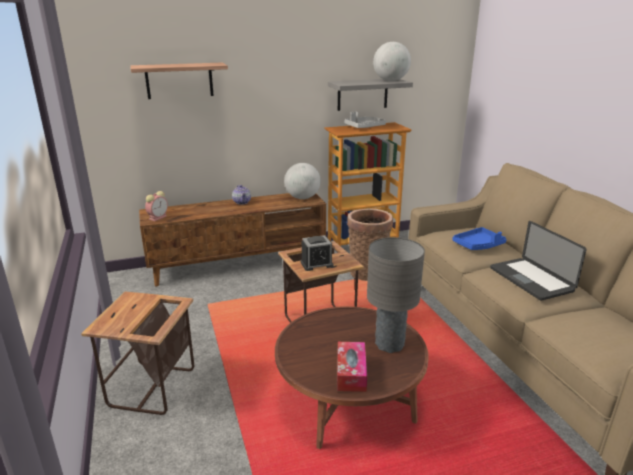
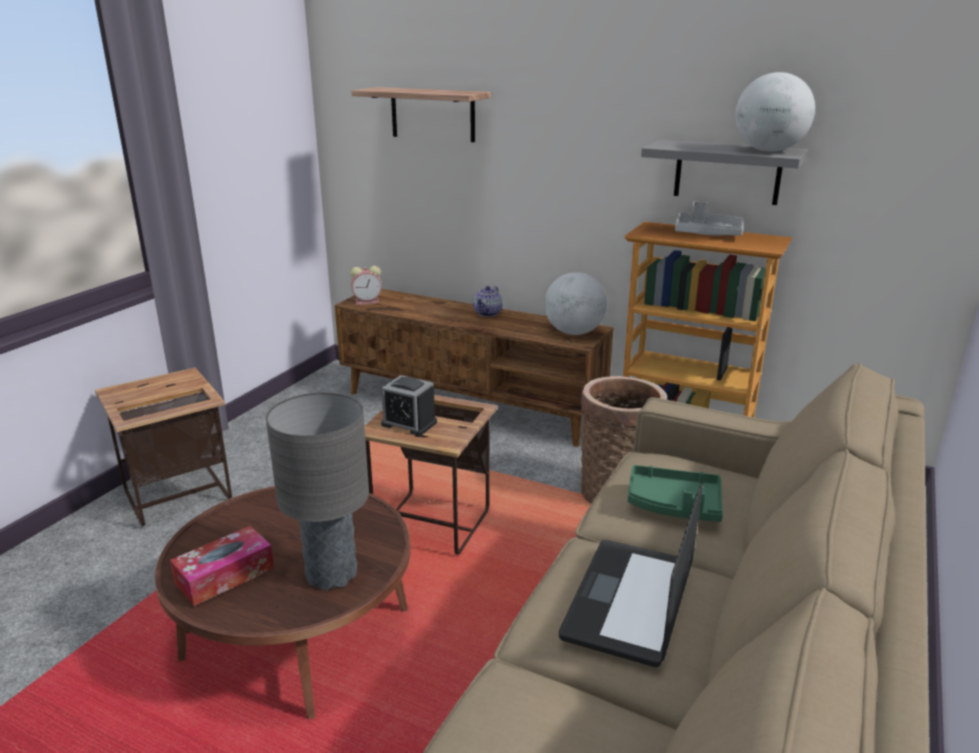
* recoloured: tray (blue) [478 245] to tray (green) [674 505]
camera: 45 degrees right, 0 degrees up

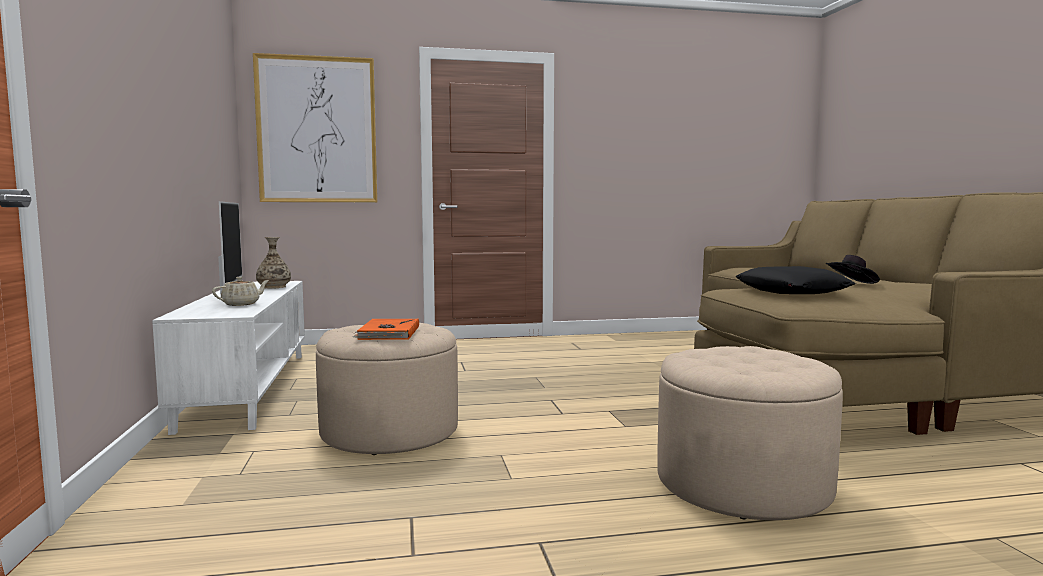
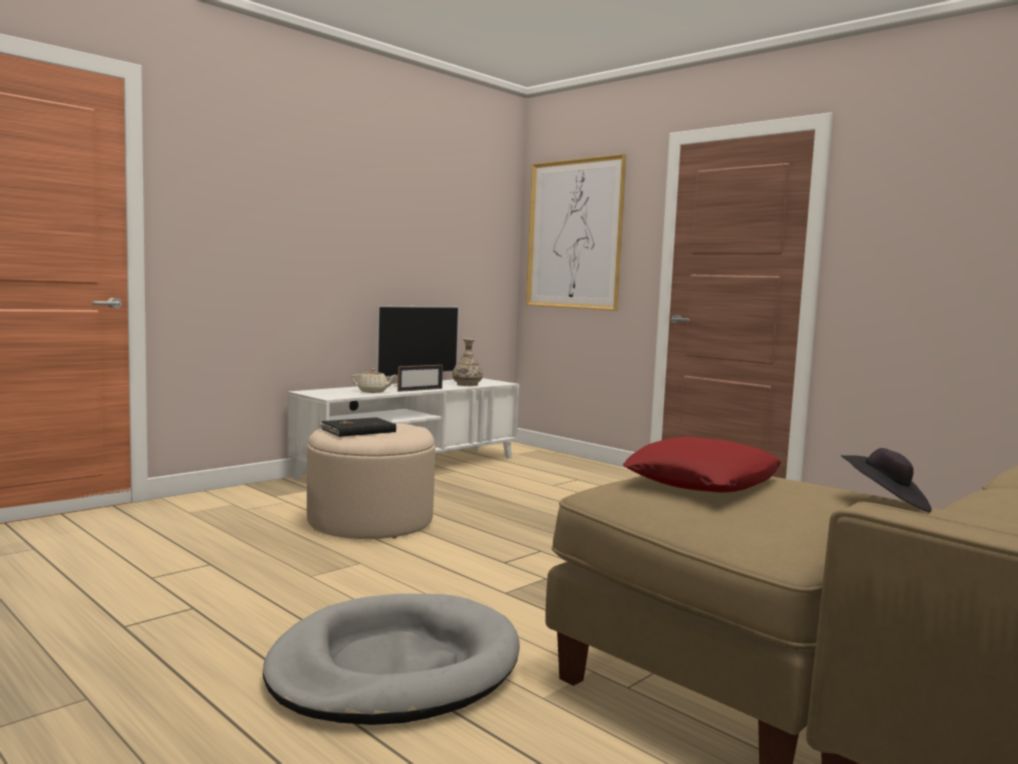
* added: picture frame [420 390]
* replaced: ottoman (beige) [742 484] to dog bed (grey) [394 667]
* recoloured: book (orange) [388 333] to book (black) [357 430]
* recoloured: pillow (black) [791 291] to pillow (red) [702 481]
camera: 55 degrees right, 0 degrees up

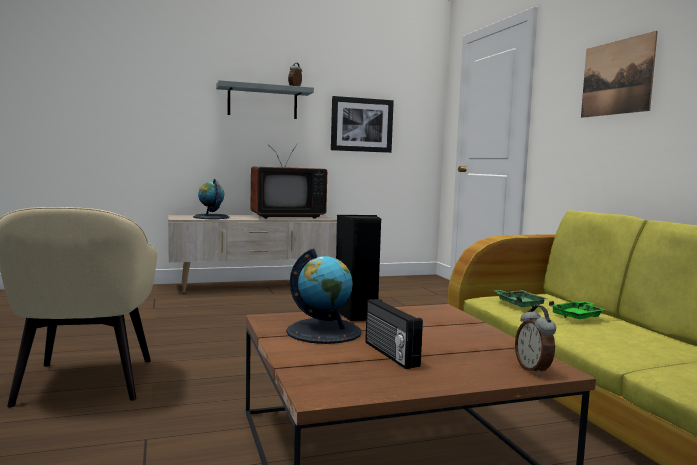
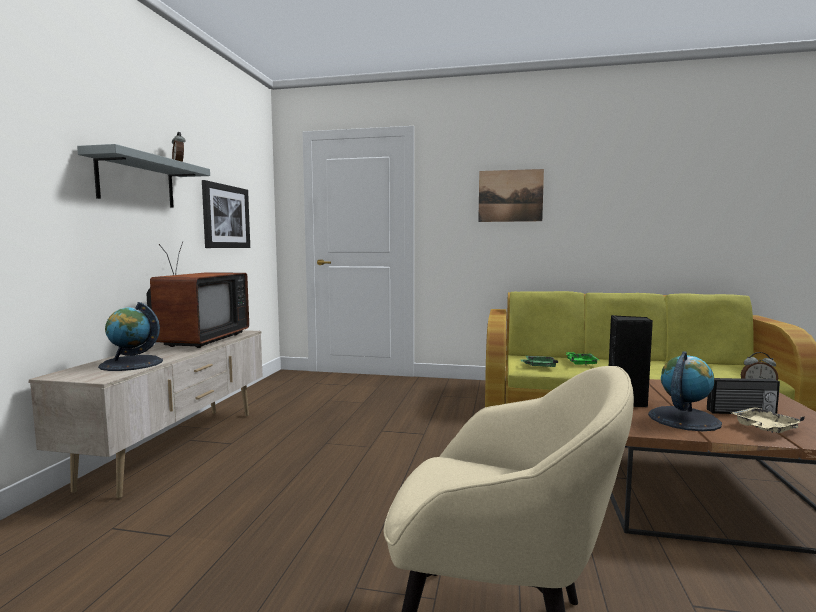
* added: tray (beige) [764 428]
camera: 60 degrees left, 0 degrees up

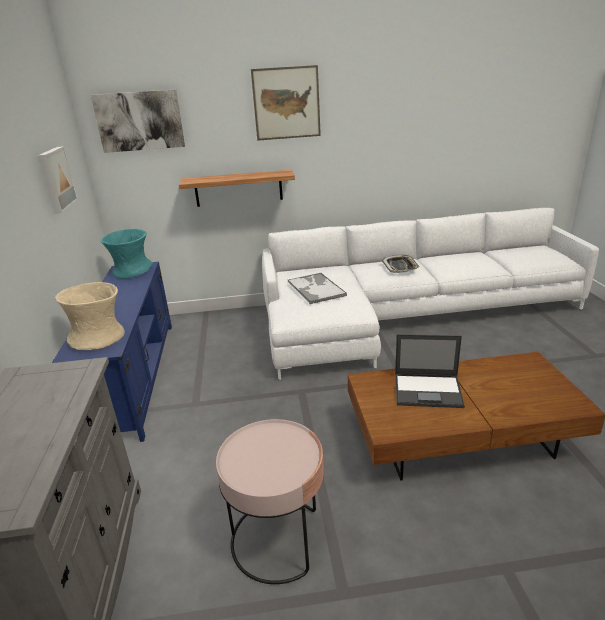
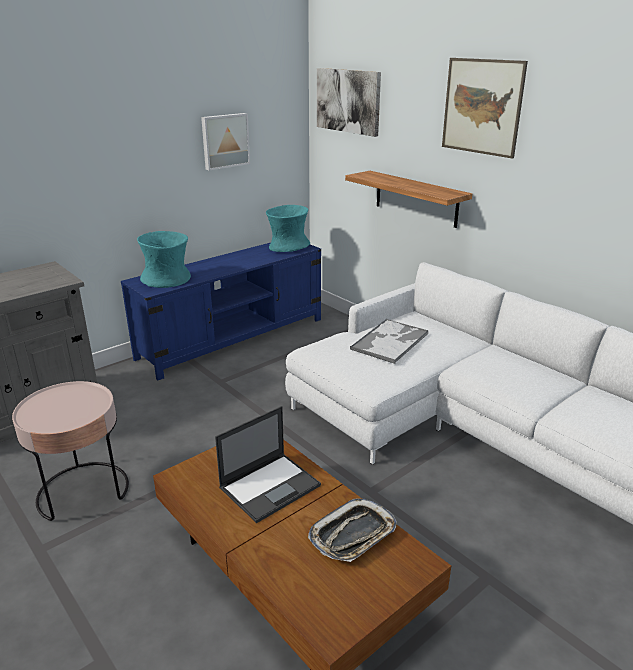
* moved: tray [400 267] to [353 535]
* recoloured: vase (beige) [99 337] to vase (turquoise) [167 280]
* turned: laptop [428 390] = [270 486] 105 degrees counterclockwise
camera: 55 degrees right, 0 degrees up

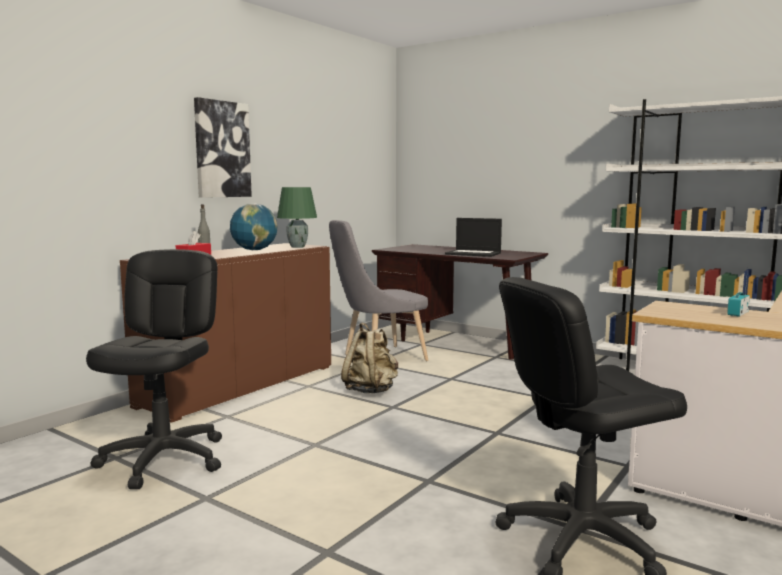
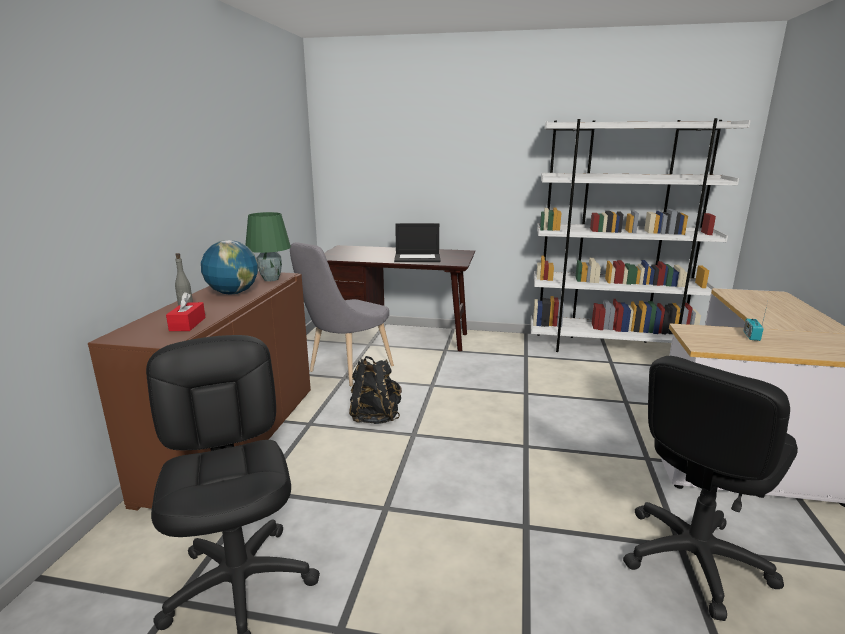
* removed: picture [222 149]
* recoloured: backpack (beige) [371 390] to backpack (black) [375 417]
camera: 25 degrees left, 10 degrees up

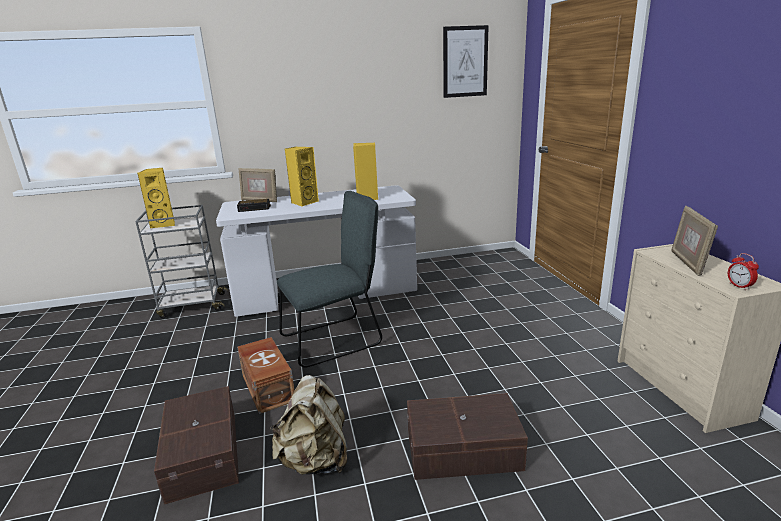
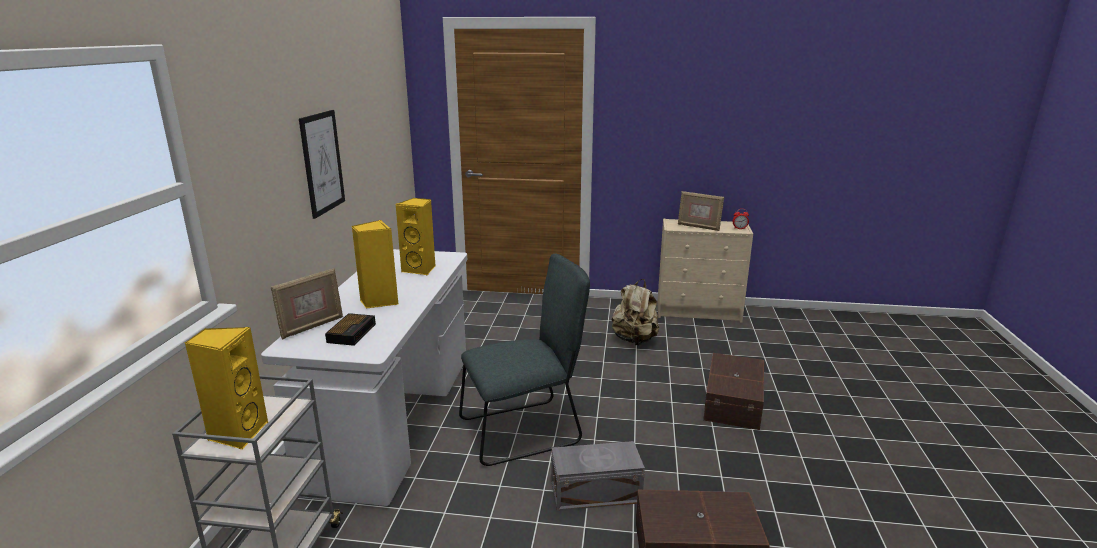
* moved: backpack (beige) [315 460] to [634 340]
* moved: picture [465 62] to [322 163]
* recoloured: storage box (brown) [268 387] to storage box (grey) [594 491]
* turned: chair (grey) [335 339] = [525 430] 75 degrees clockwise
camera: 70 degrees left, 0 degrees up

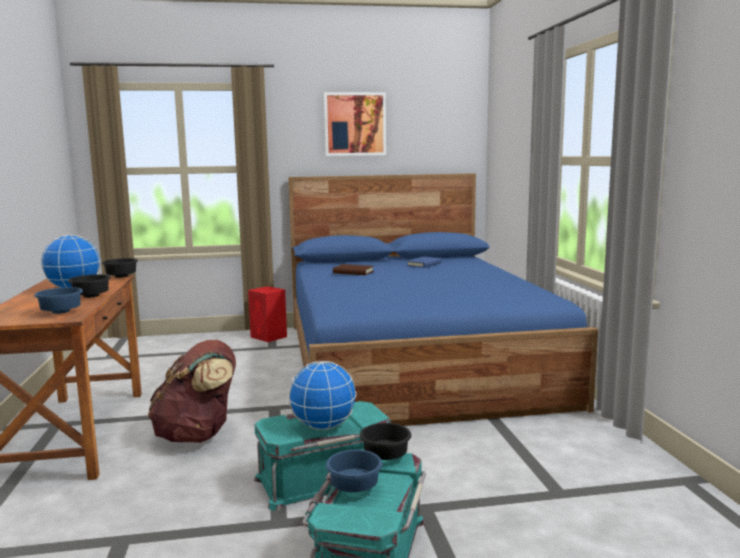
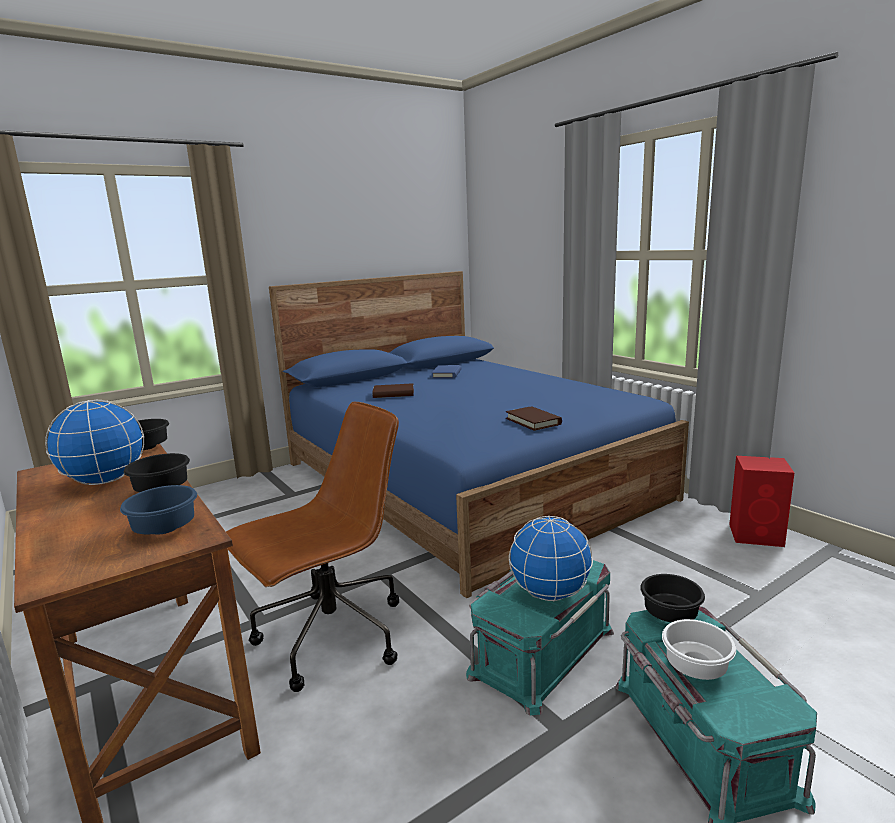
* removed: picture [355 124]
* added: book (brown) [533 421]
* moved: speaker (red) [269 337] to [757 535]
* replaced: backpack (brown) [198 435] to office chair (brown) [330 638]
* recoloured: bowl (blue) [355 488] to bowl (white) [698 669]
camera: 25 degrees left, 5 degrees up

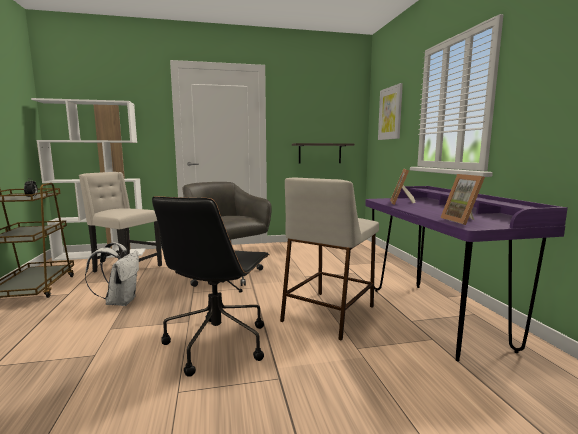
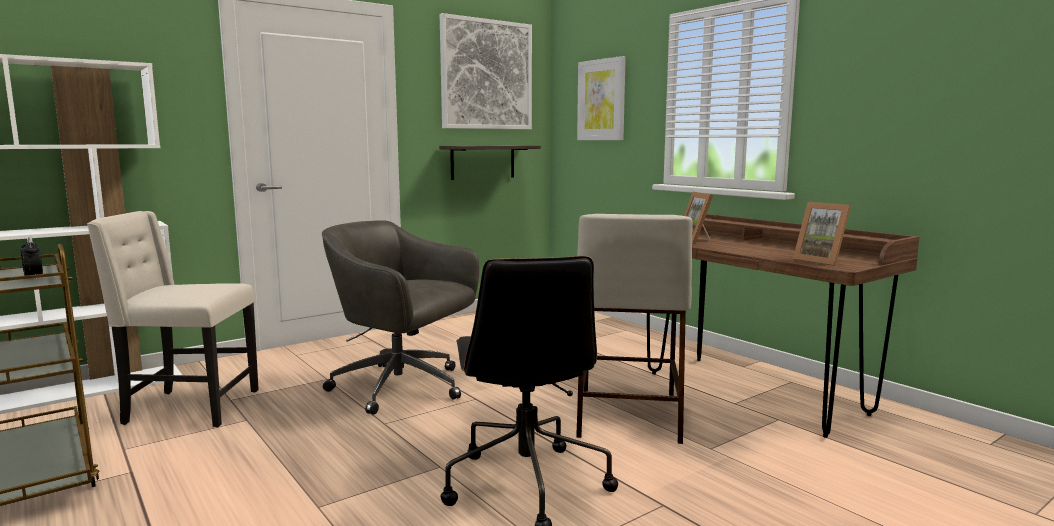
* removed: backpack (white) [120 301]
* added: picture [486 75]
* recoloured: desk (purple) [434 316] to desk (brown) [753 392]
camera: 25 degrees left, 0 degrees up

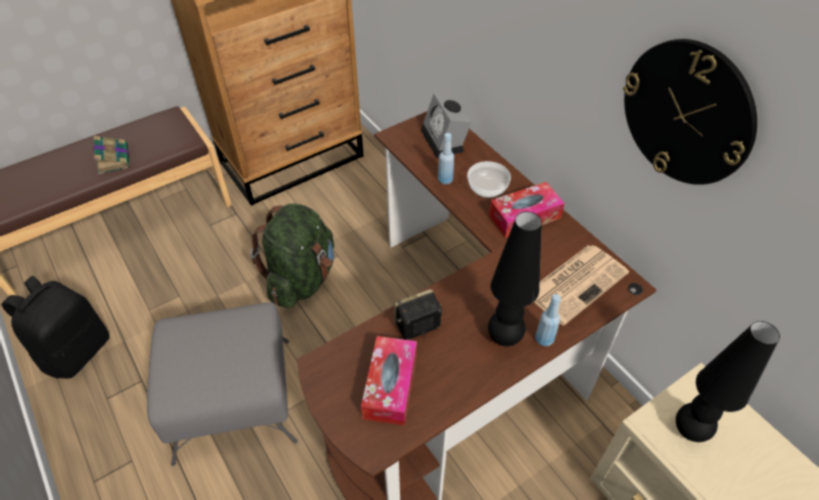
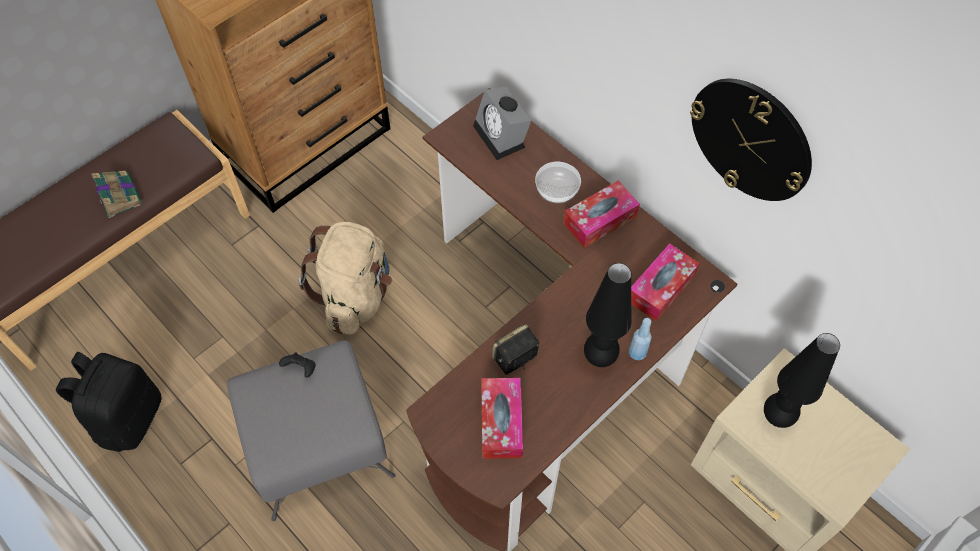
* removed: bottle (blue) [445 180]
* added: game controller (black) [301 369]
* replaced: newspaper [576 282] to tissue box [661 287]
* recoloured: backpack (green) [302 279] to backpack (beige) [356 296]
camera: 10 degrees left, 10 degrees up

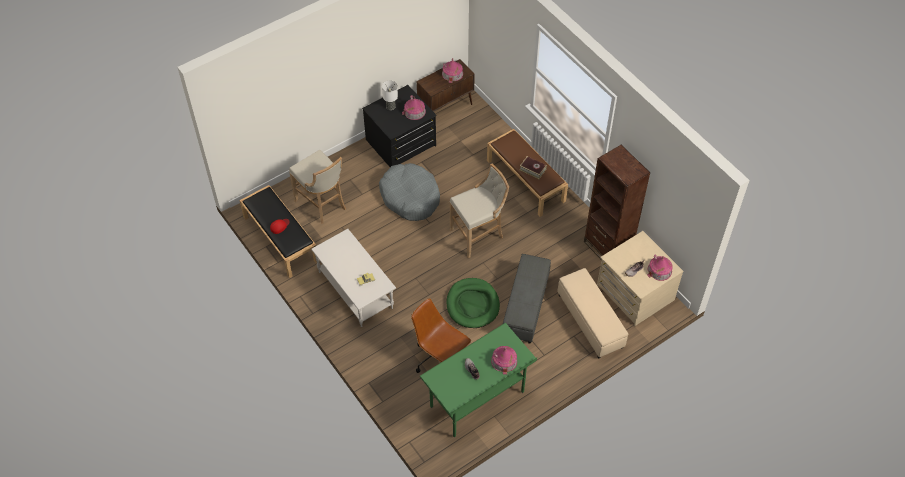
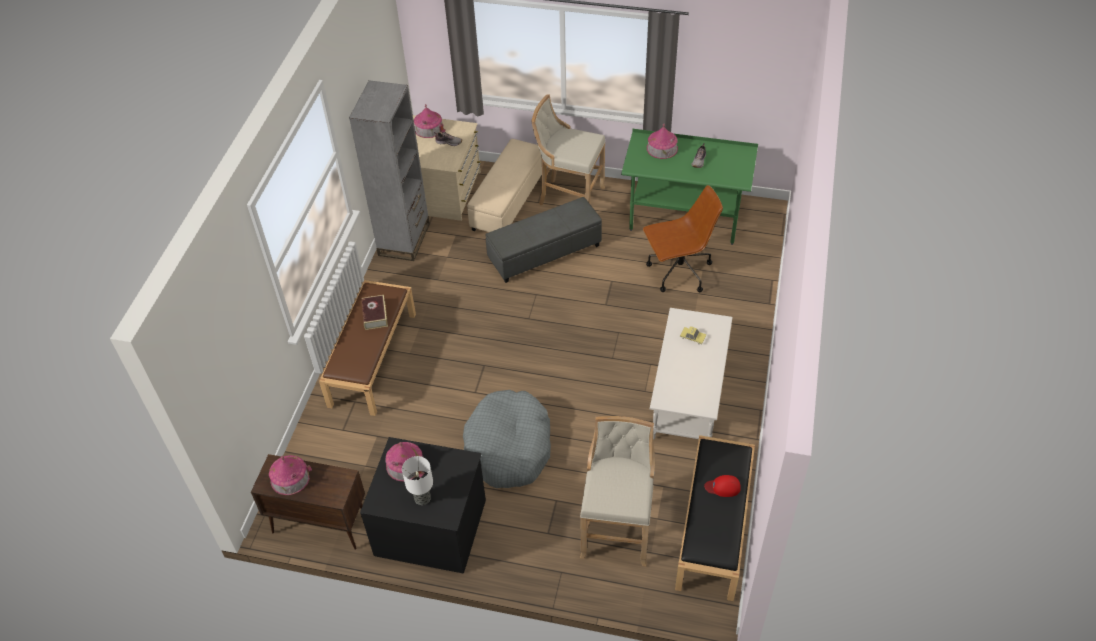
* removed: dog bed (green) [472 304]
* moved: stool (beige) [478 235] to [569 197]
* recoloured: bookcase (brown) [607 248] to bookcase (grey) [404 239]
* turned: office chair (brown) [440 359] = [678 272] 105 degrees counterclockwise
camera: 130 degrees left, 5 degrees down

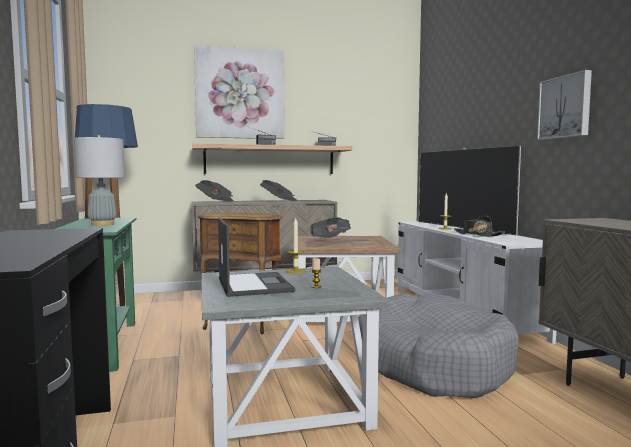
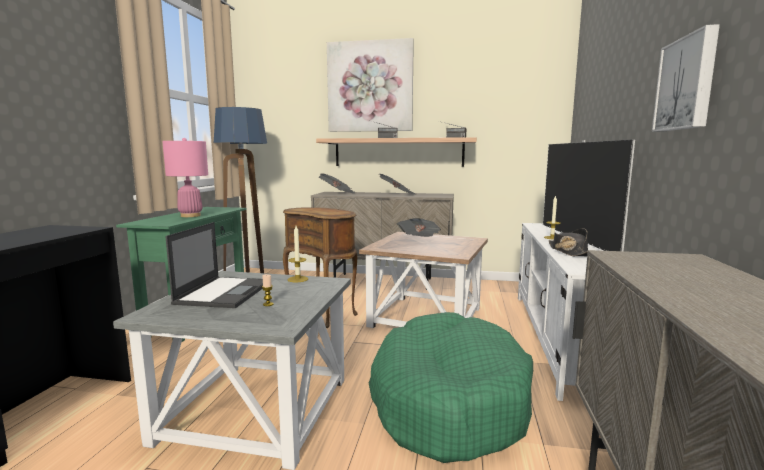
* recoloured: table lamp (grey) [102 224] to table lamp (pink) [191 216]
* recoloured: dog bed (grey) [431 363] to dog bed (green) [447 400]
camera: 25 degrees right, 5 degrees up

